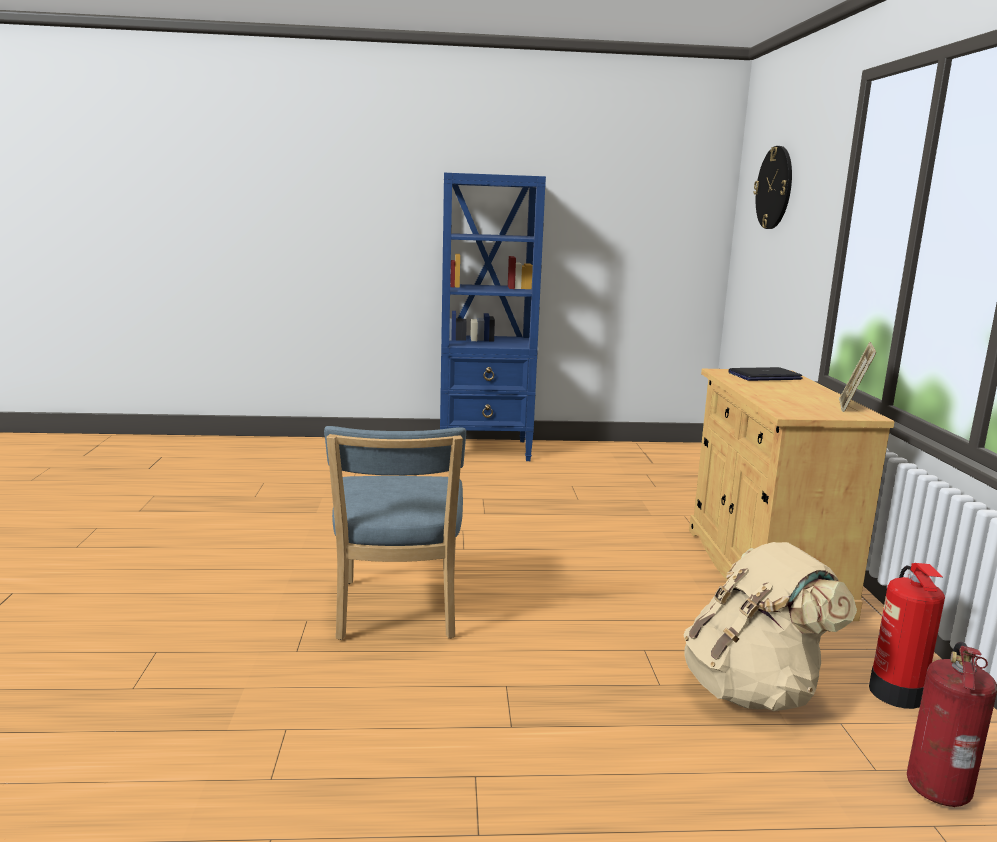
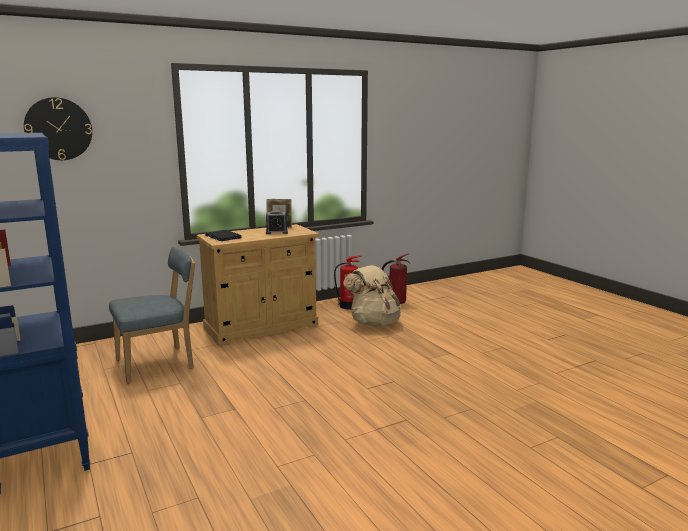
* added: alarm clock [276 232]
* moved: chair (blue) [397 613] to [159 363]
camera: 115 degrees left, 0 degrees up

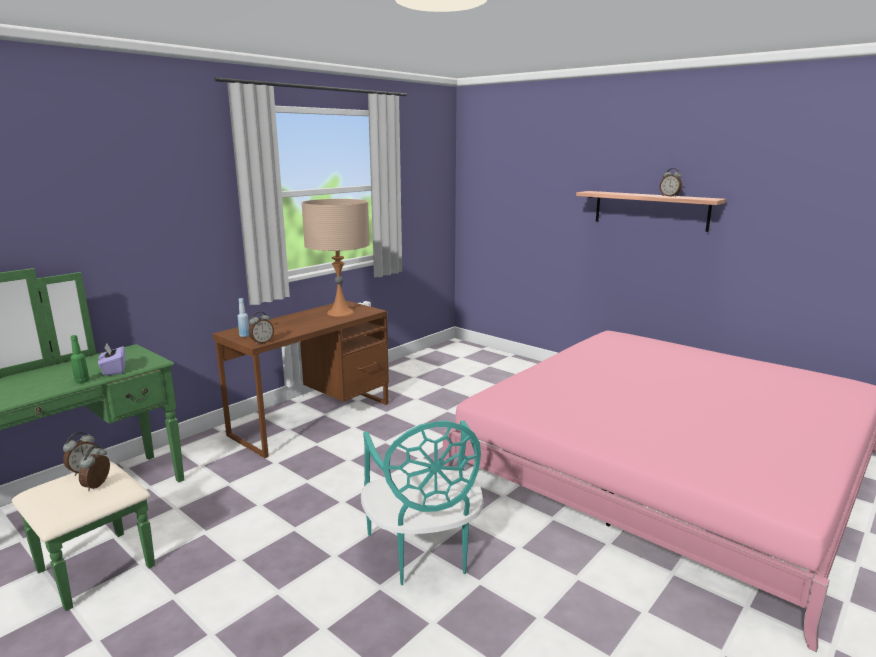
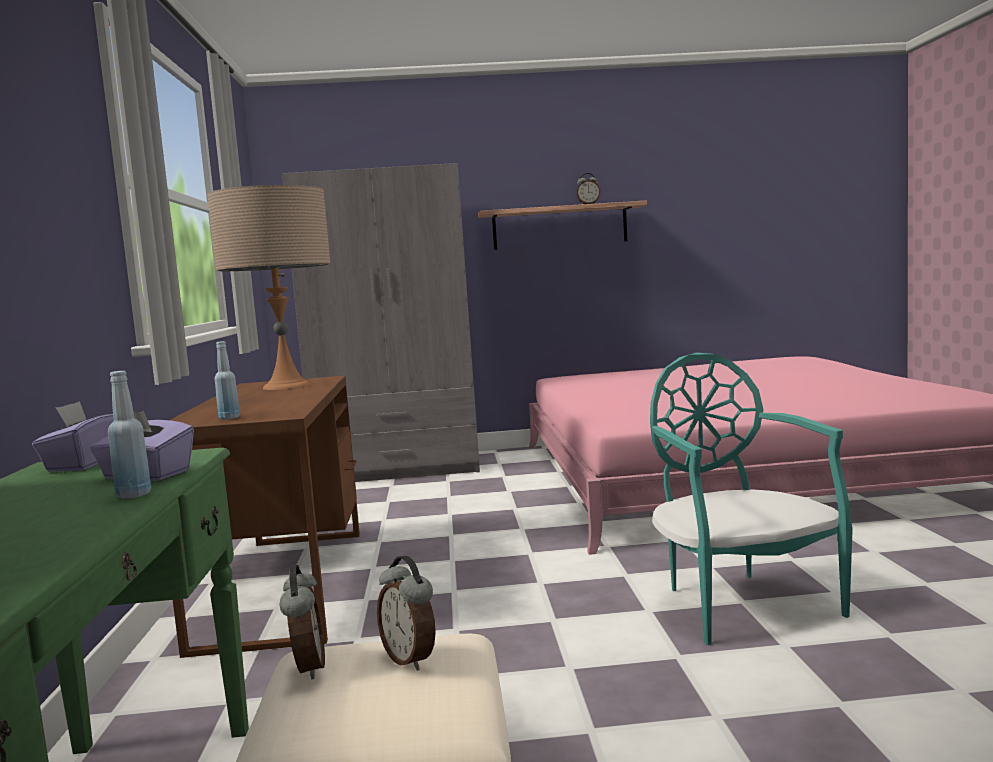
* removed: alarm clock [262 342]
* added: tissue box (purple) [83 464]
* added: wardrobe (grey) [400 468]
* recoloured: bottle (green) [82 381] to bottle (blue) [134 495]
* turned: chair (turquoise) [423 552] = [742 603] 135 degrees counterclockwise
camera: 45 degrees left, 10 degrees down

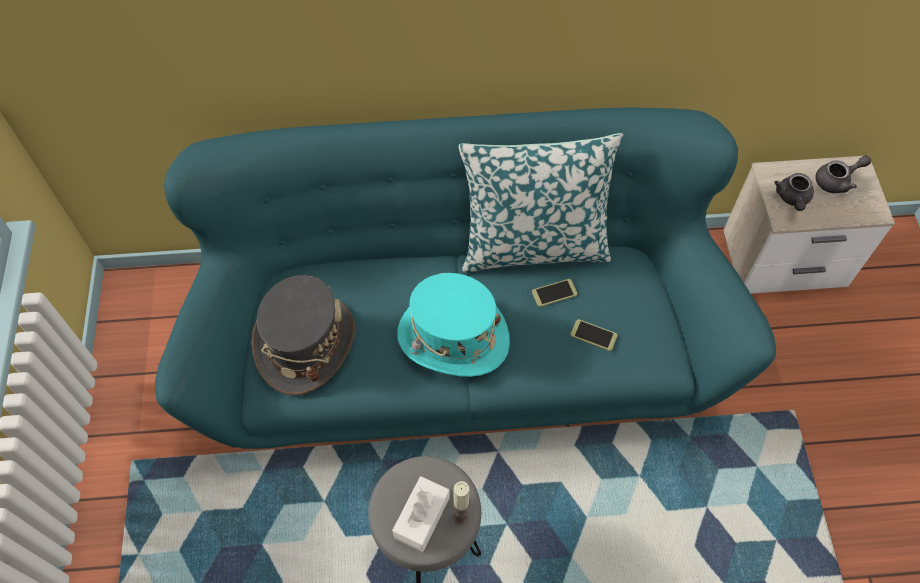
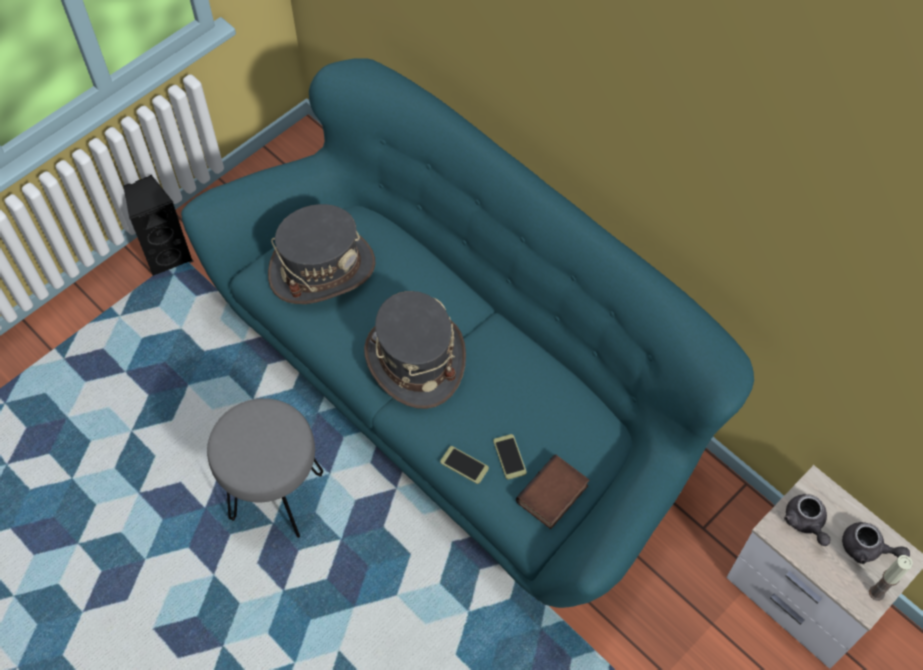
* removed: tissue box (white) [422 517]
* removed: pillow [533 245]
* added: speaker (black) [167 255]
* added: book [553 496]
* moved: candle [461 517] to [876 593]
* moved: phone [554 293] to [464 465]
* recoloured: hat (turquoise) [453 338] to hat (grey) [415 360]
* turned: teapot (grey) [792 199] = [805 523] 75 degrees counterclockwise
camera: 50 degrees right, 0 degrees up

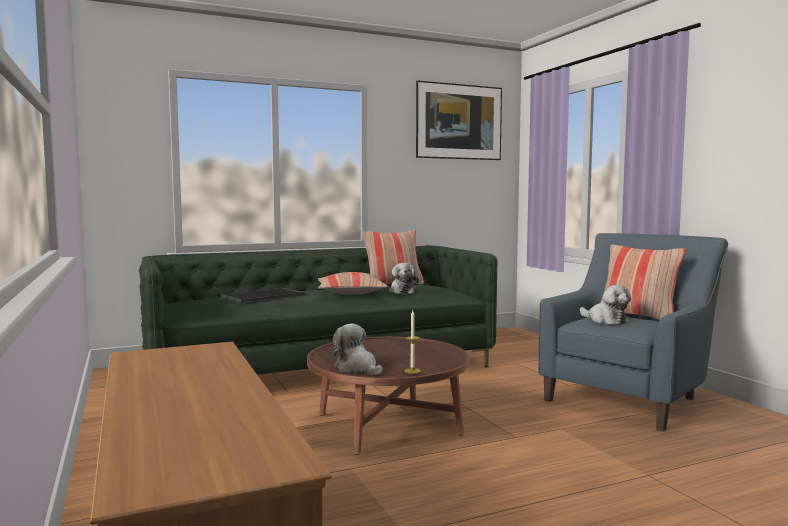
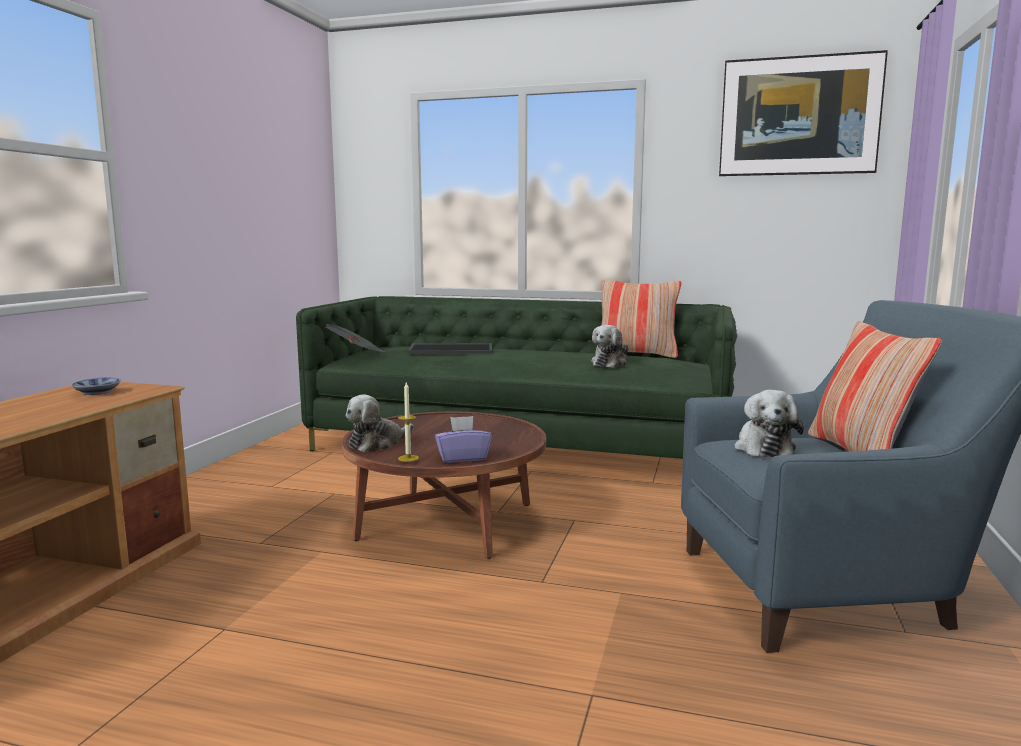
* removed: pillow [351 292]
* added: bowl [97 392]
* added: newspaper [356 354]
* added: tissue box (purple) [462 458]
* turned: plush toy [357 368] = [377 443] 135 degrees counterclockwise
camera: 40 degrees right, 5 degrees up

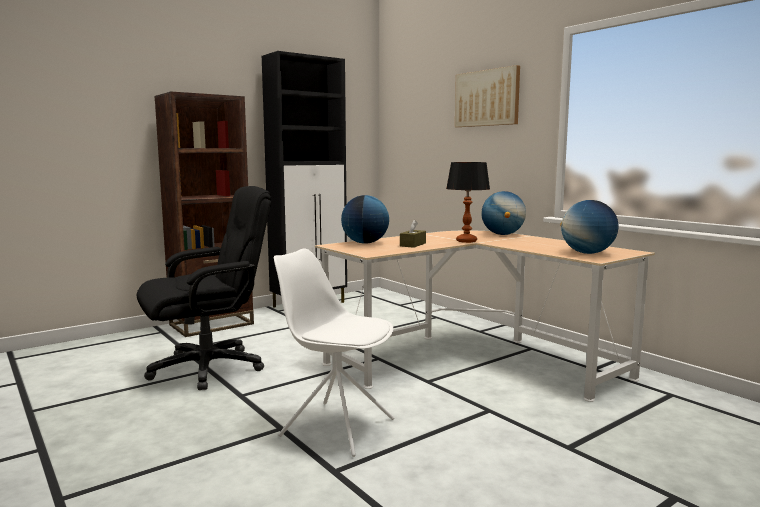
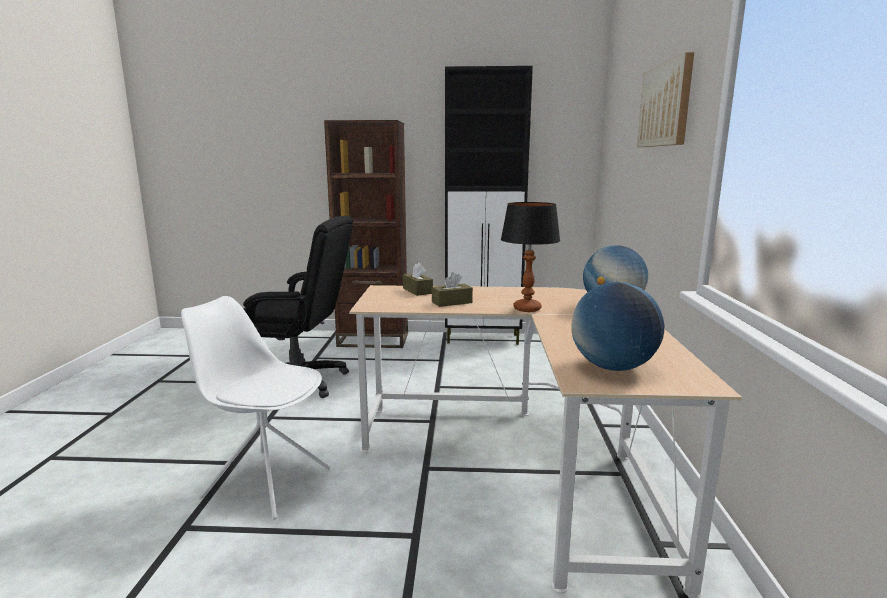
* replaced: globe [365 243] to tissue box (brown) [417 291]
* turned: chair (white) [336 427] = [266 482] 45 degrees counterclockwise
camera: 40 degrees right, 5 degrees up

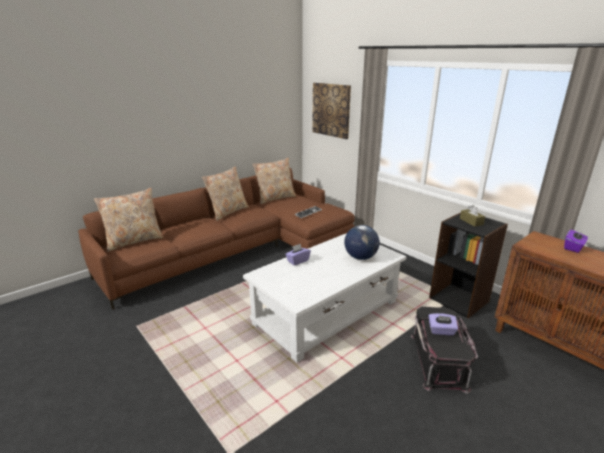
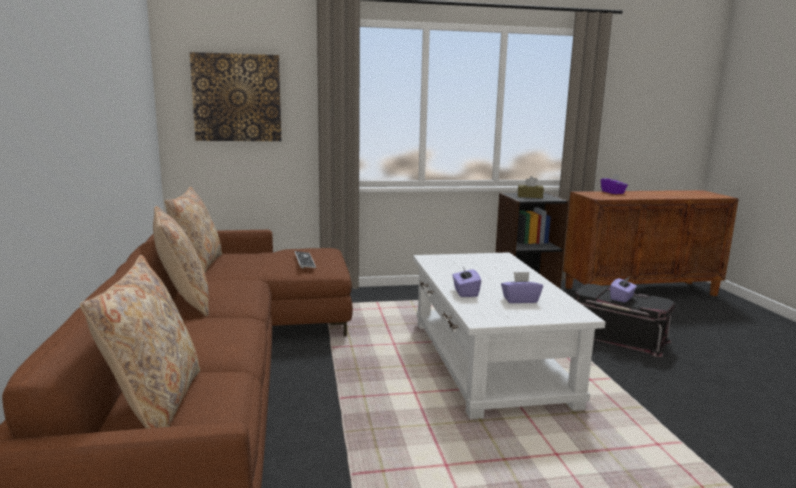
* removed: globe [360 257]
* added: tissue box (purple) [520 300]
camera: 60 degrees left, 10 degrees down

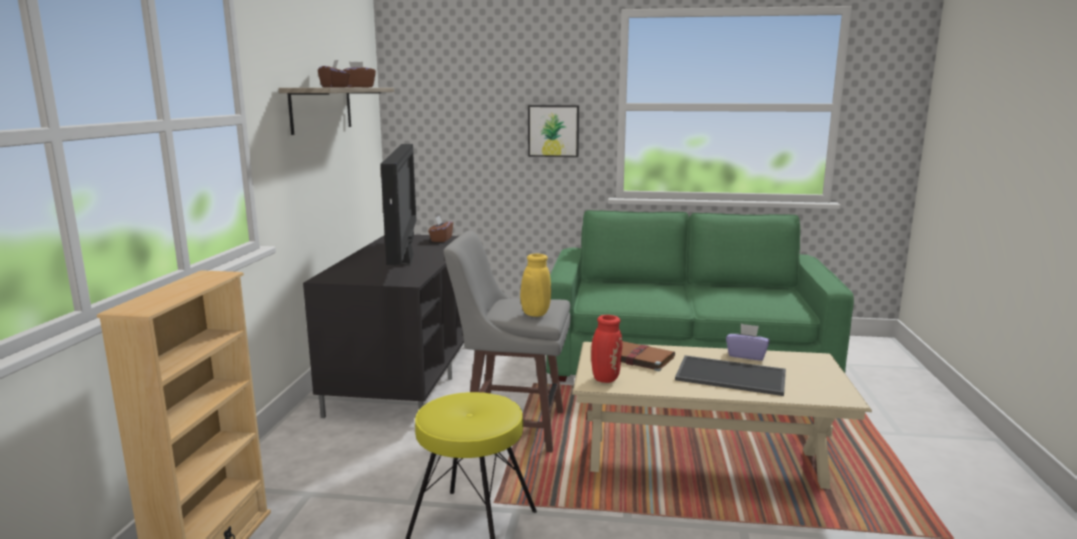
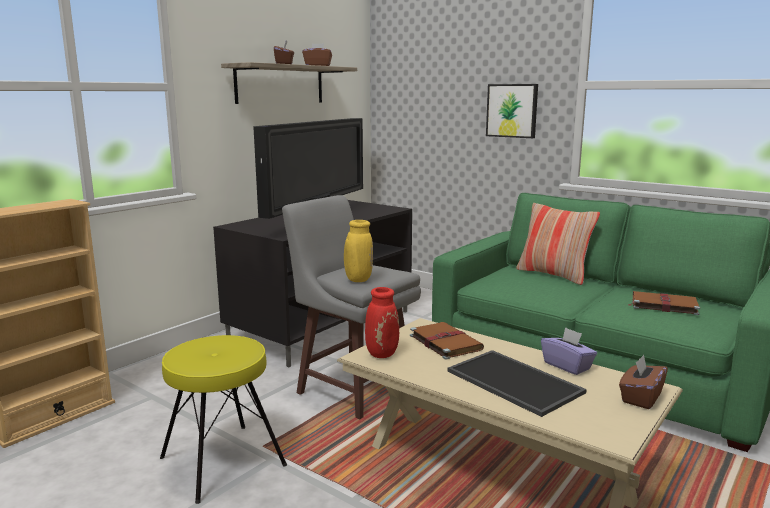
* added: pillow [553 275]
* added: book (brown) [662 305]
* moved: tissue box (brown) [441 239] to [640 398]
camera: 30 degrees right, 0 degrees up

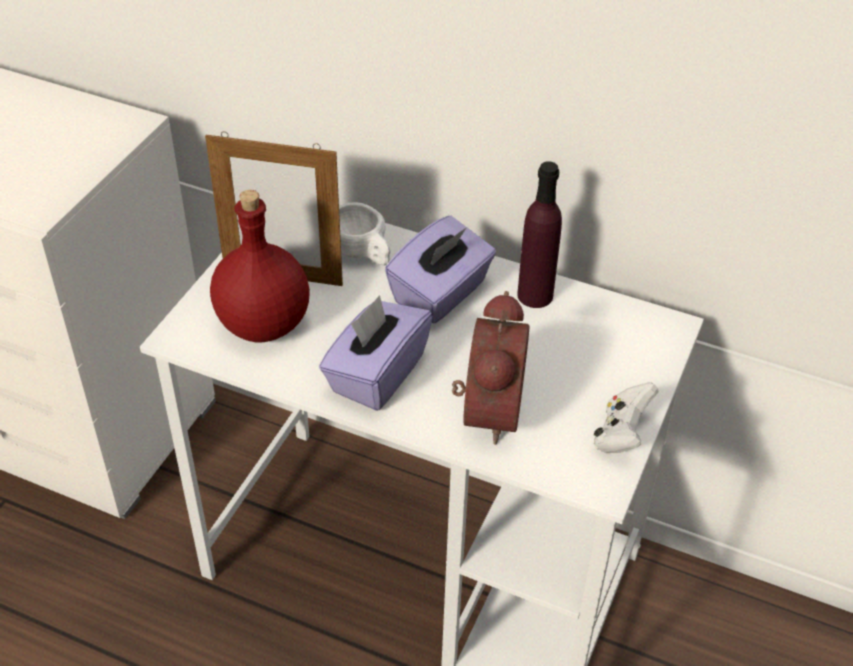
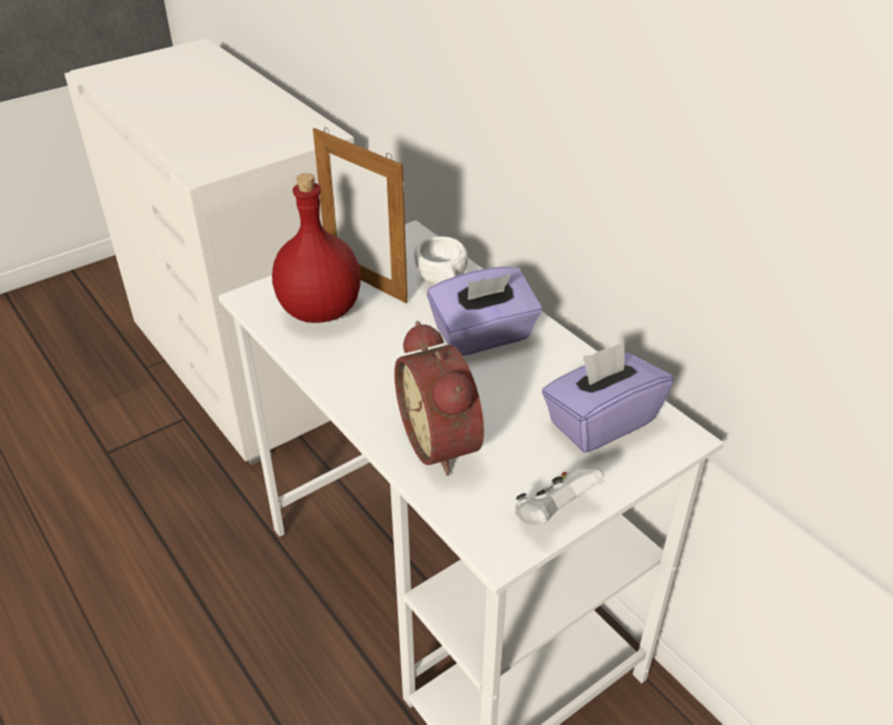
* removed: bottle (purple) [535 295]
* moved: tissue box (purple) [376 374] to [600 421]
* turned: alarm clock [486 410] = [444 442] 120 degrees clockwise
camera: 30 degrees right, 5 degrees down

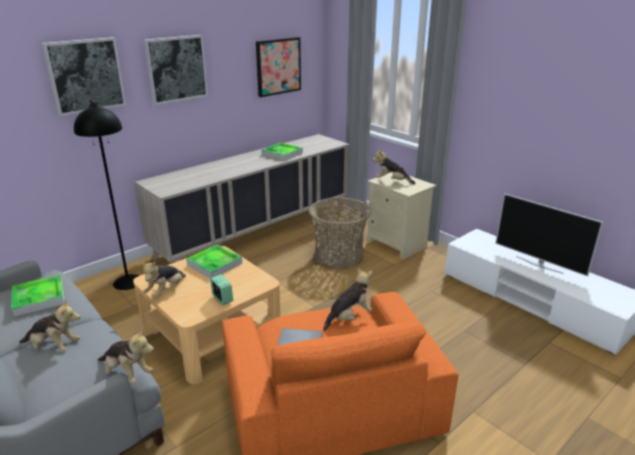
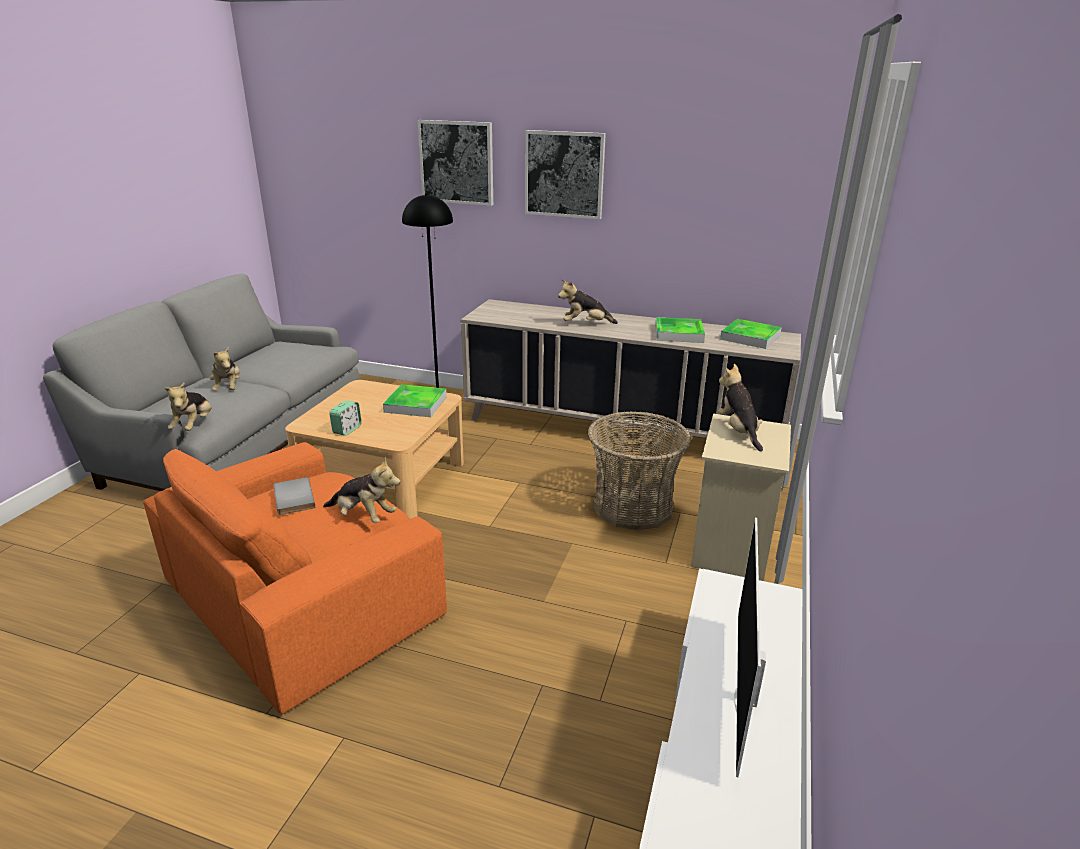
* removed: picture [278 66]
* moved: tray [39 298] to [750 337]
* moved: plush toy [166 291] to [585 324]
camera: 60 degrees right, 0 degrees up

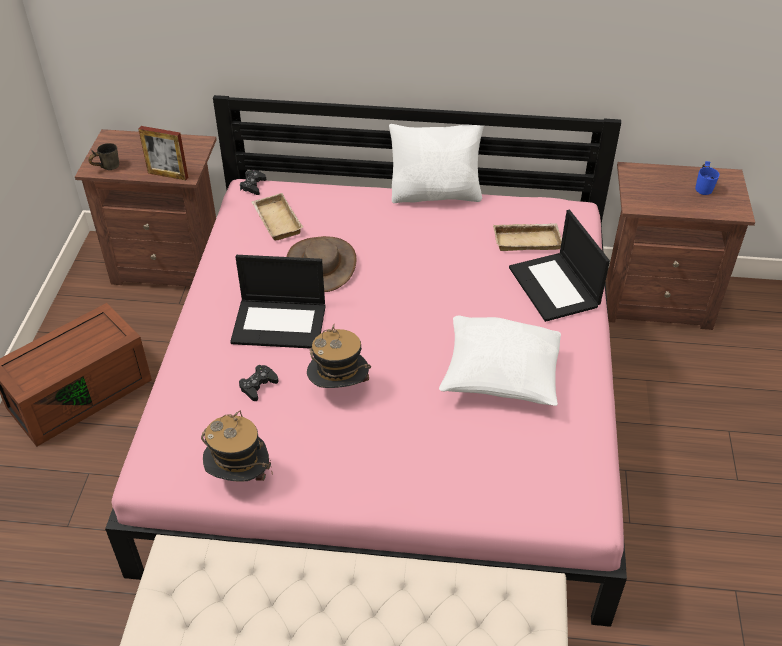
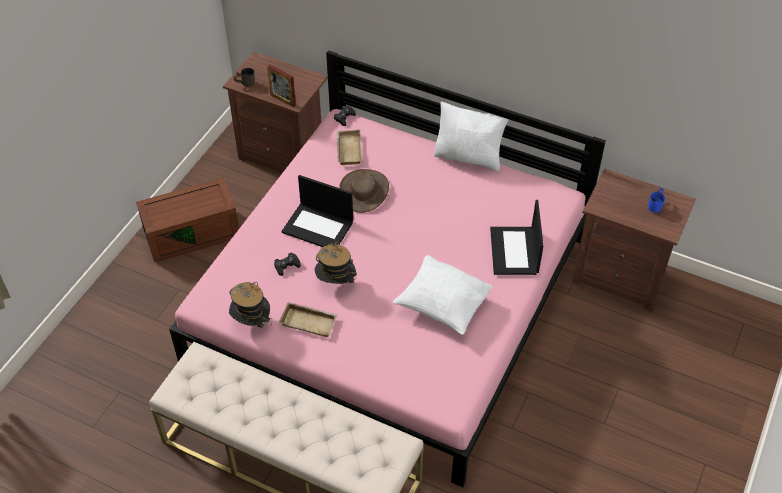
* moved: tray (beige) [527 240] to [309 321]
camera: 20 degrees right, 5 degrees up

